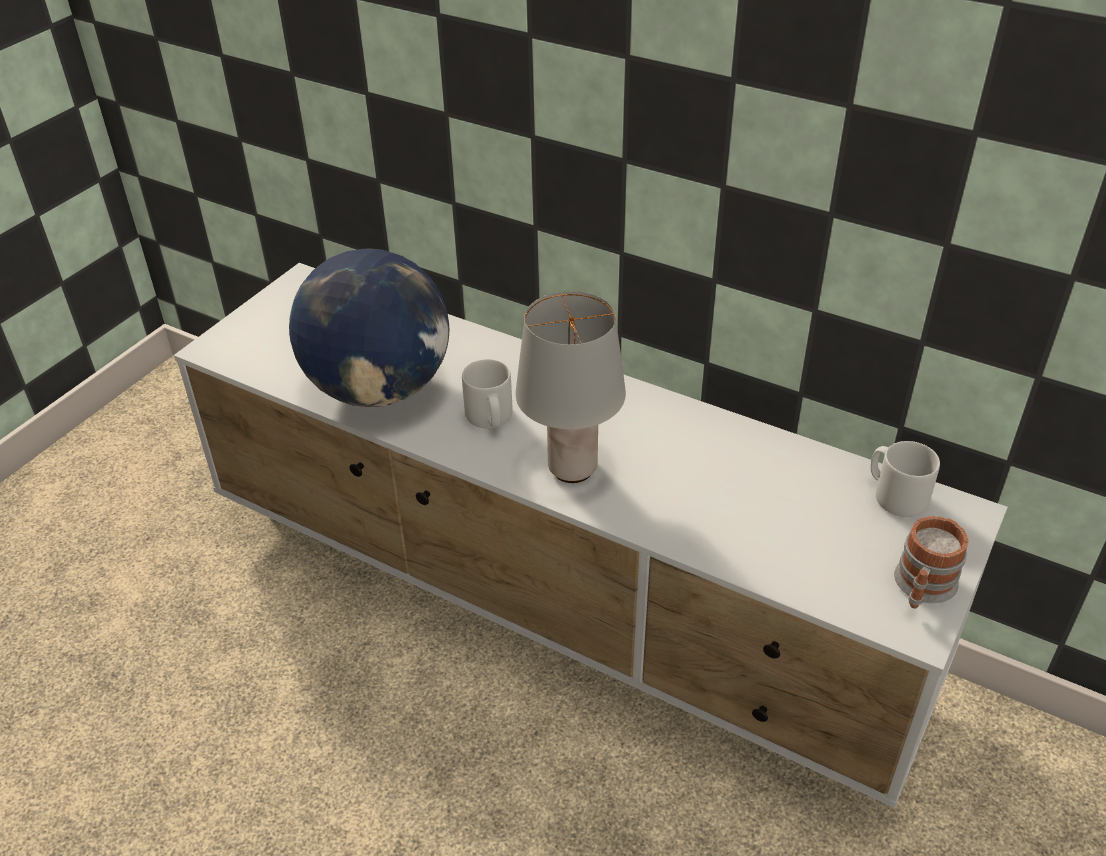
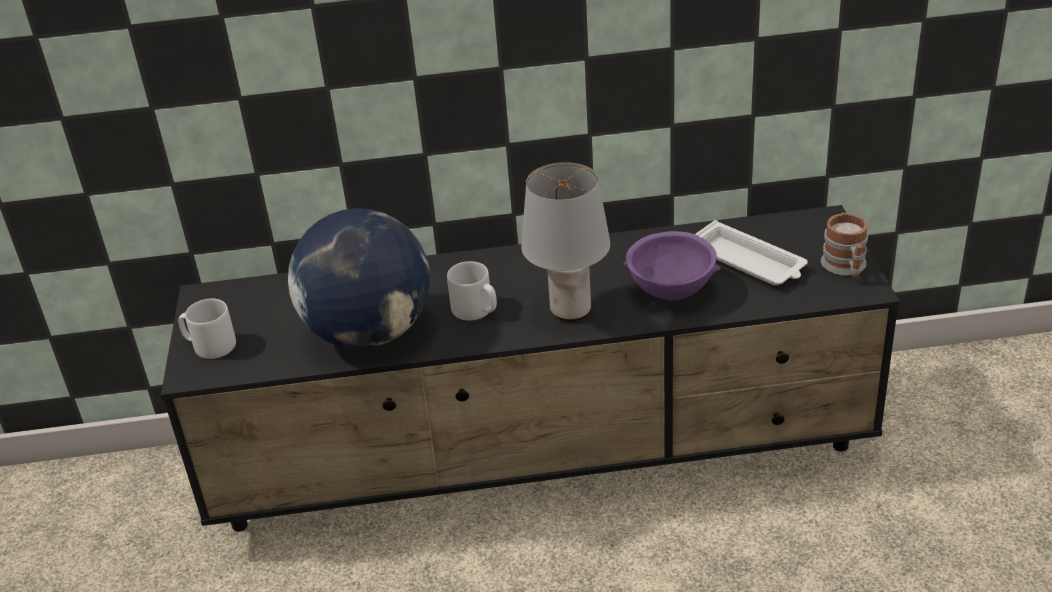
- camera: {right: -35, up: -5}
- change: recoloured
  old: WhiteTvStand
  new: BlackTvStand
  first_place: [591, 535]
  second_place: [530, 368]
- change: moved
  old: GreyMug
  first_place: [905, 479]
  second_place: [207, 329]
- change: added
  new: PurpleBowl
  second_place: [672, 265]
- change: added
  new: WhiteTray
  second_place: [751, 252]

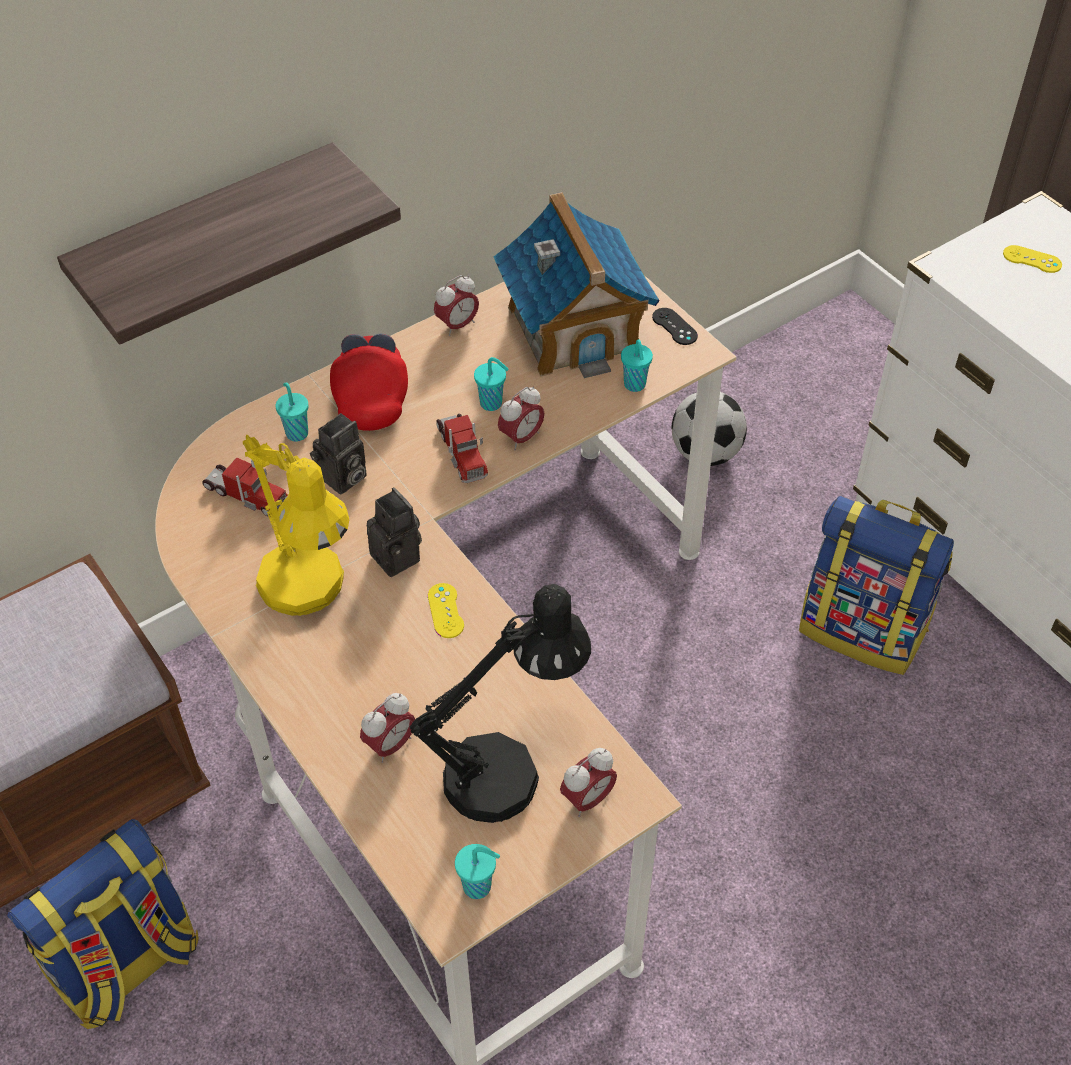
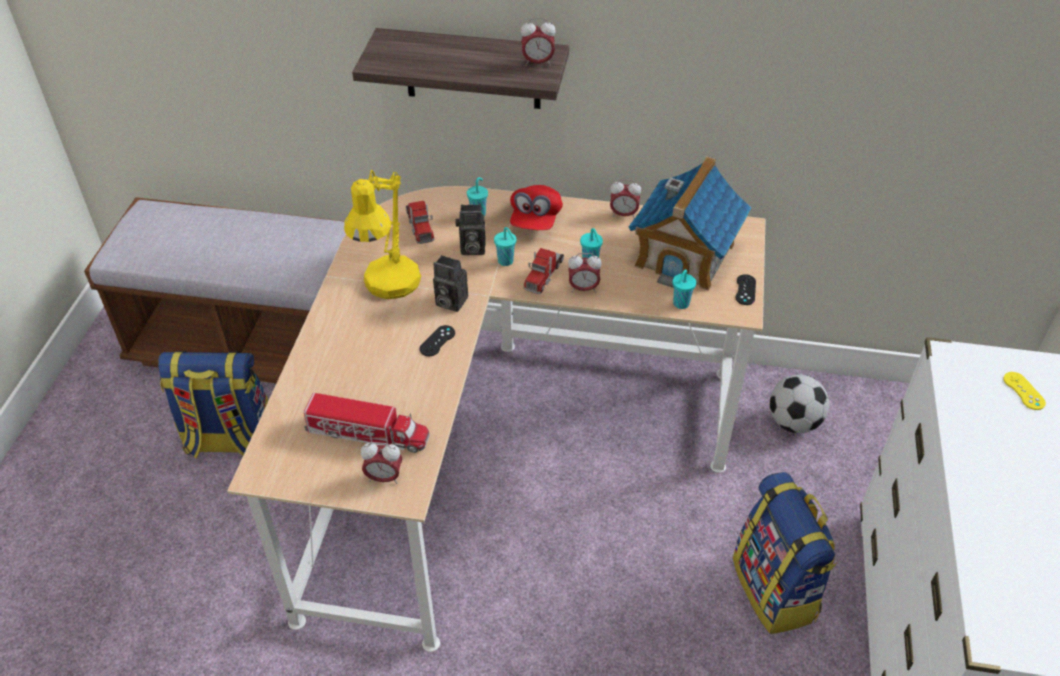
- camera: {right: 45, up: -5}
- change: turned
  old: RedCap
  first_place: [369, 382]
  second_place: [536, 207]
  degrees: 150
- change: moved
  old: AlarmClock
  first_place: [387, 728]
  second_place: [538, 42]
- change: turned
  old: PhotoCamera
  first_place: [394, 532]
  second_place: [450, 283]
  degrees: 105
- change: replaced
  old: BlackTableLamp
  new: ToyTruck
  first_place: [500, 703]
  second_place: [367, 423]
- change: recoloured
  old: YellowGameController
  new: BlackGameController
  first_place: [446, 610]
  second_place: [437, 340]
- change: moved
  old: TurquoiseCup
  first_place: [477, 871]
  second_place: [505, 246]

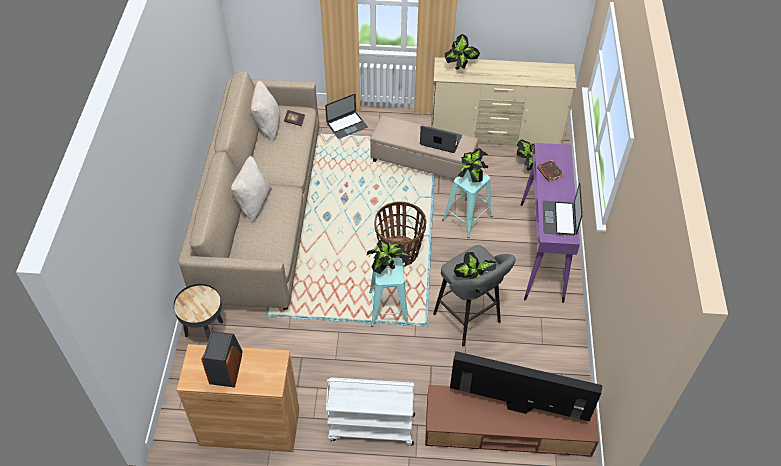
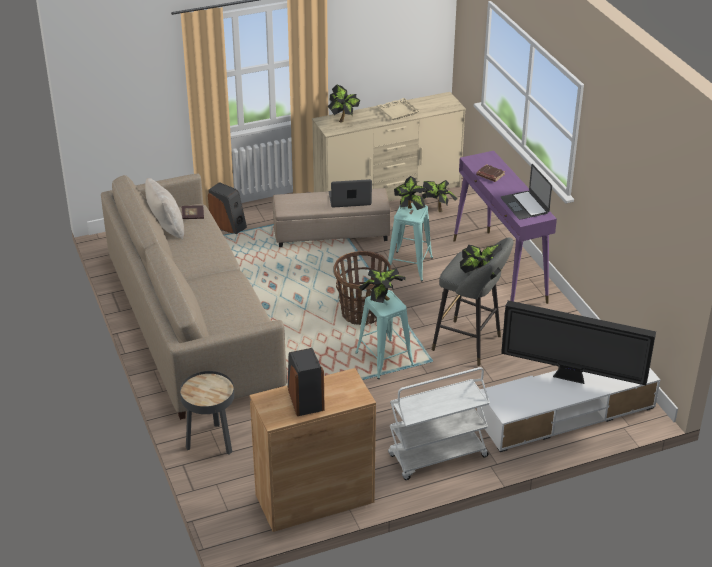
- camera: {right: -25, up: -15}
- change: removed
  old: BeigePillow
  first_place: [251, 189]
- change: replaced
  old: Laptop
  new: Speaker
  first_place: [346, 116]
  second_place: [227, 208]
- change: recoloured
  old: BrownTvStand
  new: WhiteTvStand
  first_place: [512, 421]
  second_place: [568, 410]
- change: turned
  old: Television
  first_place: [526, 386]
  second_place: [578, 343]
  degrees: -150
- change: added
  new: BeigeTray
  second_place: [398, 109]

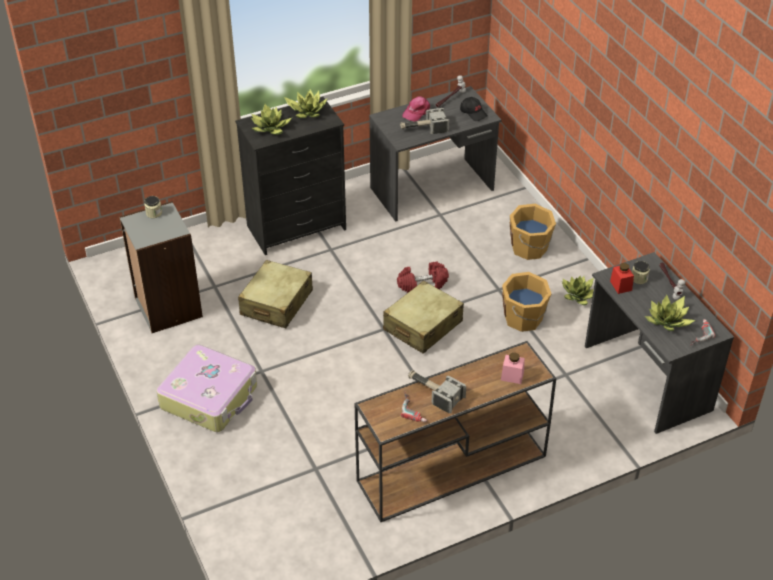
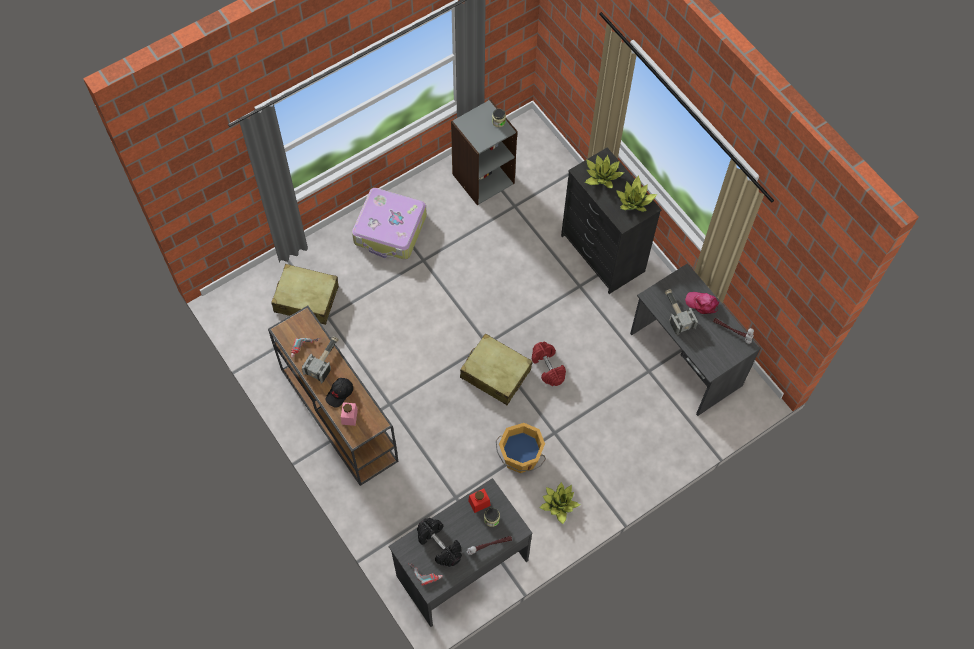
- camera: {right: 80, up: 20}
- change: moved
  old: BeigeSuitcase
  first_place: [275, 294]
  second_place: [305, 294]
- change: moved
  old: BlackCap
  first_place: [474, 109]
  second_place: [339, 392]
- change: removed
  old: OrangeBucket
  first_place: [533, 232]
- change: replaced
  old: PottedPlant
  new: BlackDumbbell
  first_place: [670, 313]
  second_place: [439, 542]

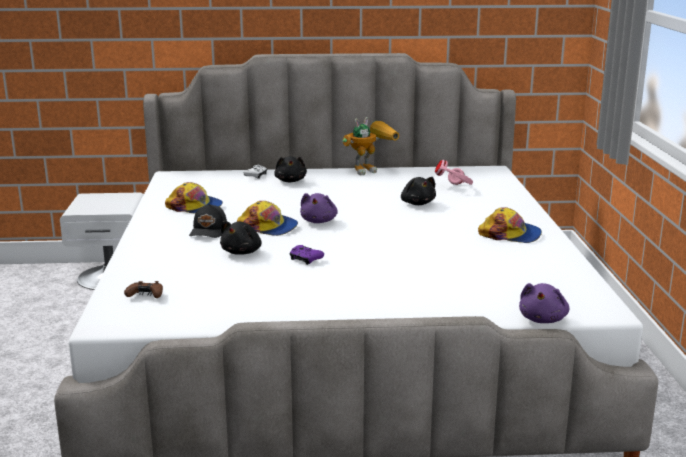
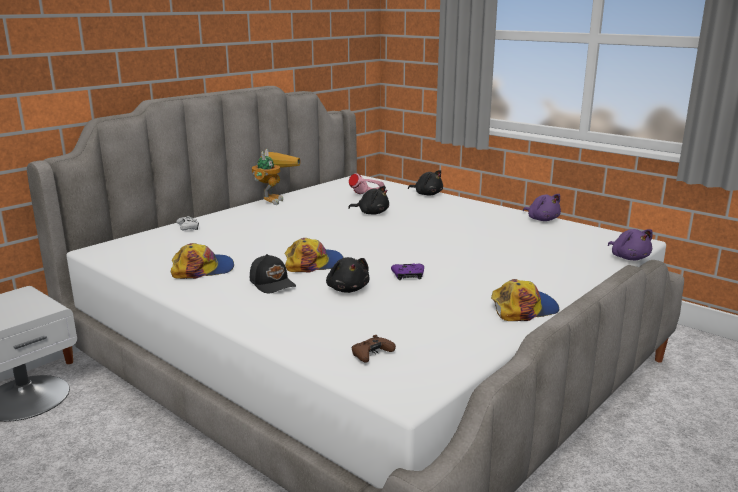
- camera: {right: -45, up: 0}
- change: moved
  old: BlackPlushToy
  first_place: [290, 169]
  second_place: [425, 183]
- change: moved
  old: PurplePlushToy
  first_place: [319, 208]
  second_place: [542, 207]
- change: moved
  old: Cap
  first_place: [510, 225]
  second_place: [525, 300]

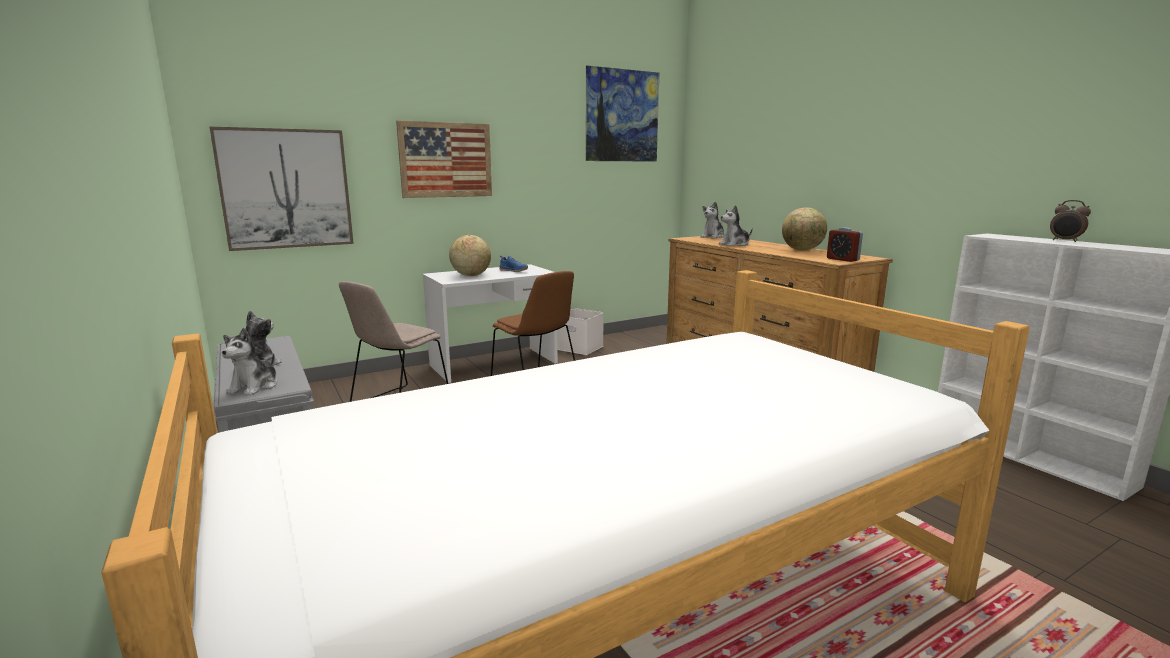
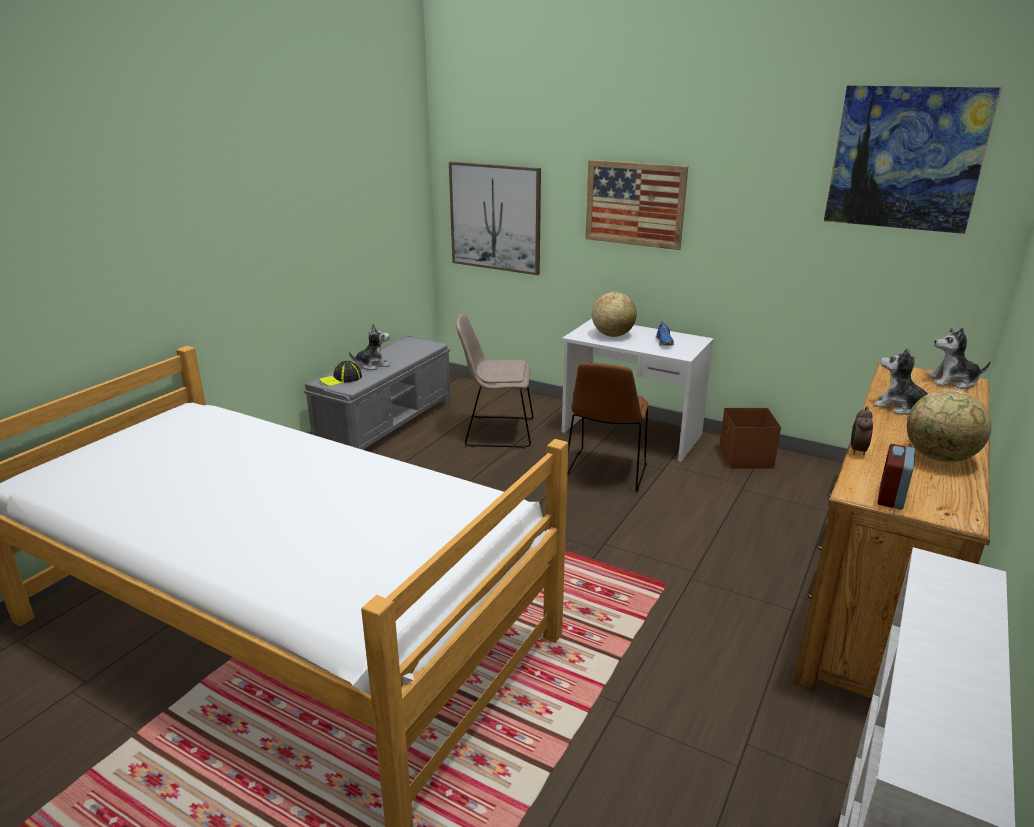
- camera: {right: 60, up: 10}
- change: replaced
  old: PlushToy
  new: Cap
  first_place: [250, 362]
  second_place: [340, 373]
- change: recoloured
  old: WhiteStorageBox
  new: BrownStorageBox
  first_place: [580, 331]
  second_place: [750, 438]
- change: moved
  old: AlarmClock
  first_place: [1070, 221]
  second_place: [862, 430]

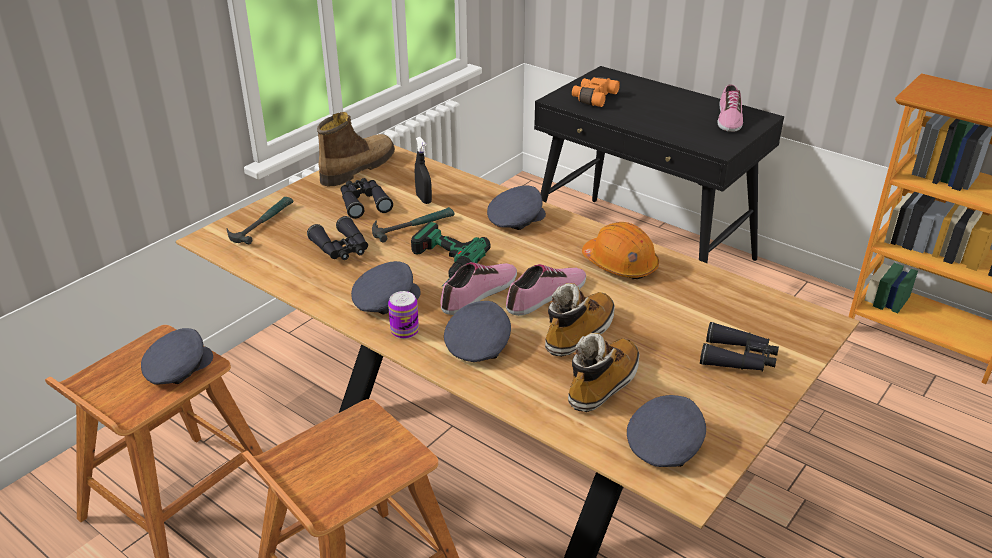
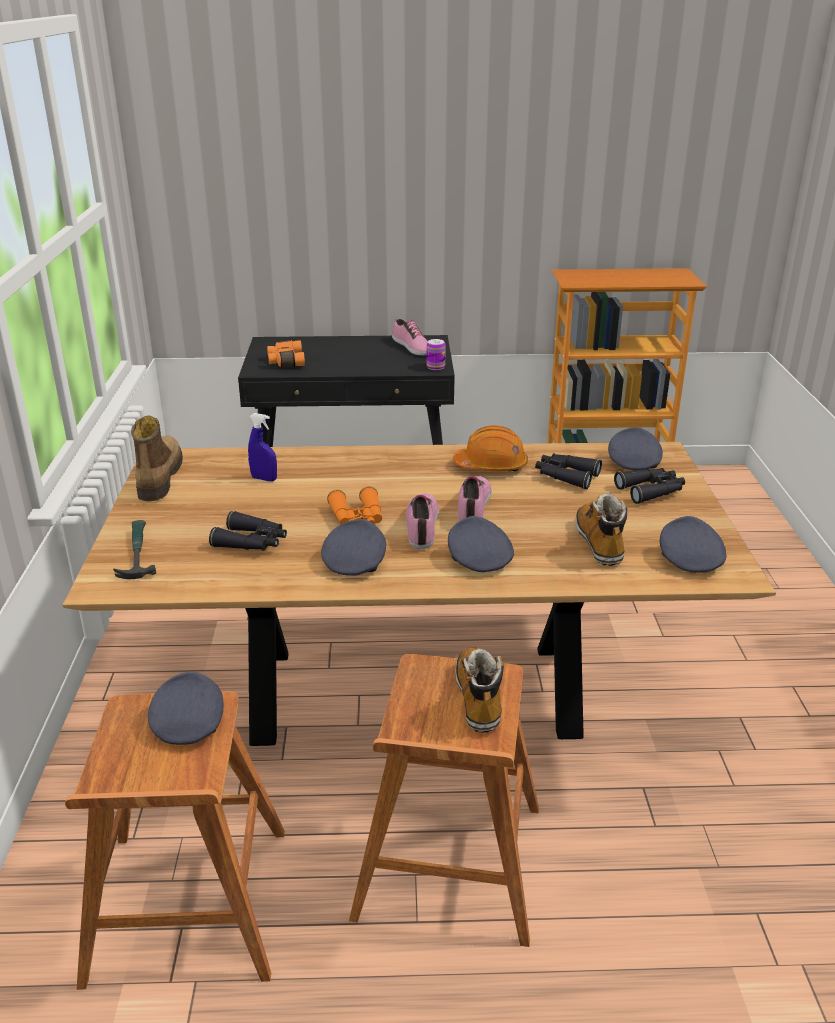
- camera: {right: -40, up: -5}
- change: moved
  old: BlackBinoculars
  first_place: [367, 198]
  second_place: [568, 471]
- change: removed
  old: Hammer
  first_place: [413, 225]
- change: moved
  old: Can
  first_place: [403, 315]
  second_place: [436, 354]
- change: replaced
  old: PowerDrill
  new: OrangeBinoculars
  first_place: [451, 254]
  second_place: [354, 505]
- change: recoloured
  old: BlackSprayBottle
  new: BlueSprayBottle
  first_place: [423, 170]
  second_place: [262, 447]
- change: moved
  old: GreyCap
  first_place: [516, 208]
  second_place: [635, 448]
- change: moved
  old: Boot
  first_place: [580, 320]
  second_place: [480, 690]

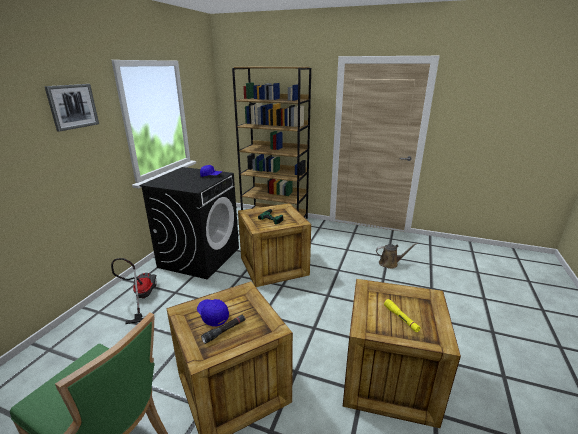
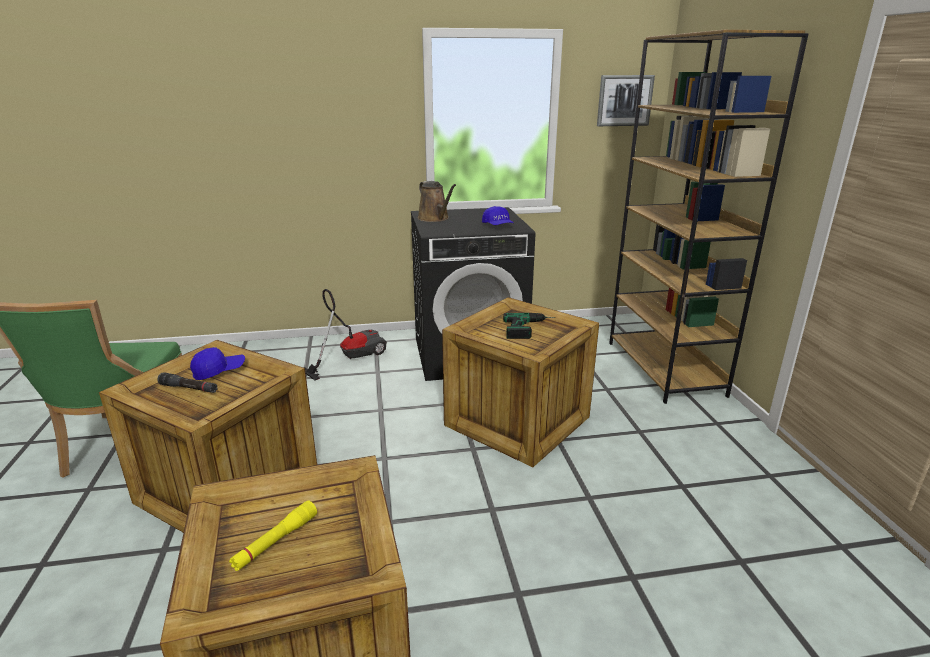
- camera: {right: 60, up: 0}
- change: moved
  old: Picture
  first_place: [71, 108]
  second_place: [626, 100]
- change: turned
  old: BlueCap
  first_place: [213, 313]
  second_place: [217, 363]
  degrees: 45
- change: moved
  old: BrownWateringCan
  first_place: [397, 256]
  second_place: [437, 201]

